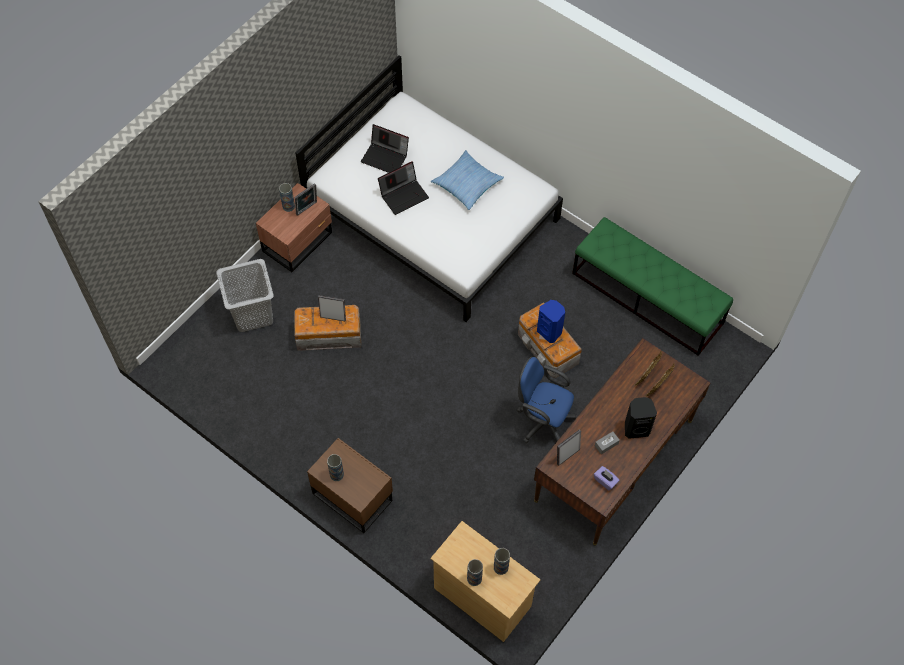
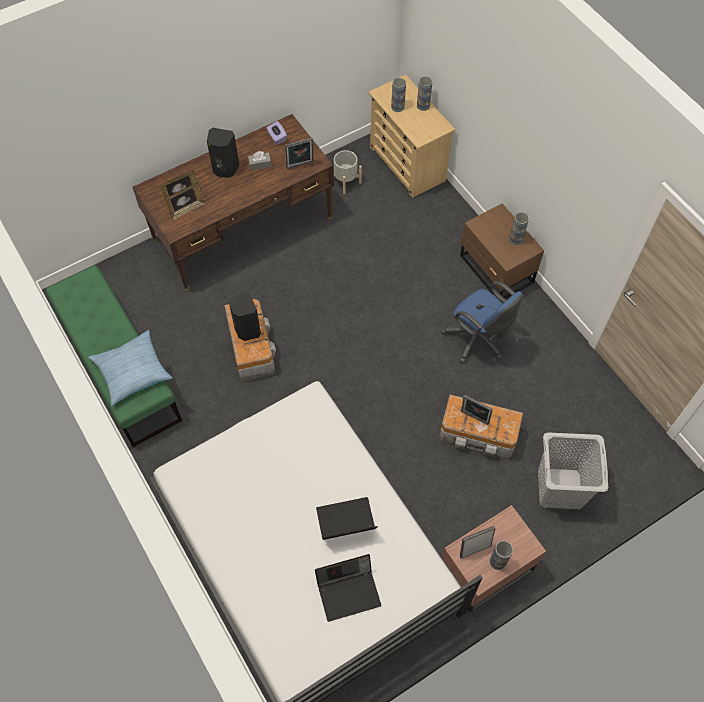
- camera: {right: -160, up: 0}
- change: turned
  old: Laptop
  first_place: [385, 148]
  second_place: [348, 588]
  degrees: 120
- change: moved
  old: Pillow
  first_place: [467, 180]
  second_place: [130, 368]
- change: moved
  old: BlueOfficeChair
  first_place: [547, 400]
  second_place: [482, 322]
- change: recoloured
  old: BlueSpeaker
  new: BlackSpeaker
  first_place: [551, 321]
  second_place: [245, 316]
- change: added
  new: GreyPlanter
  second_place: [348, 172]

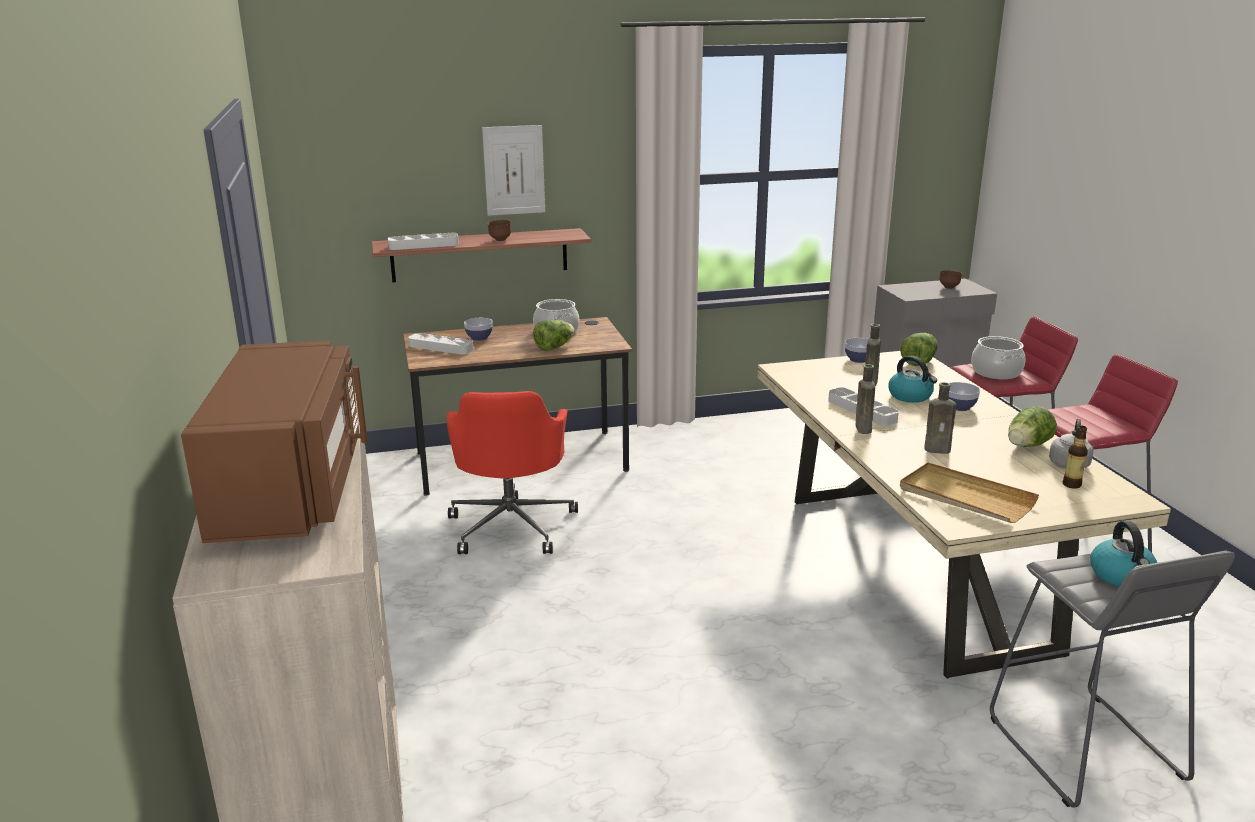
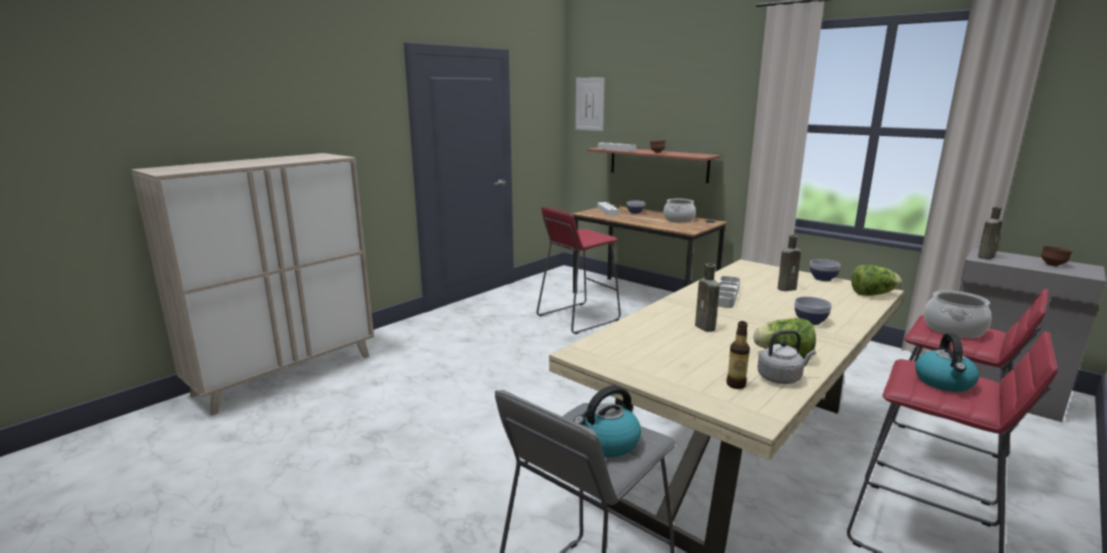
- camera: {right: 55, up: -5}
- change: removed
  old: BrownMicrowave
  first_place: [274, 442]
- change: replaced
  old: RedOfficeChair
  new: RedStool
  first_place: [512, 472]
  second_place: [579, 270]
- change: moved
  old: Picture
  first_place: [513, 170]
  second_place: [589, 104]
- change: removed
  old: Lettuce
  first_place: [554, 335]
- change: moved
  old: BrownBottle
  first_place: [865, 399]
  second_place: [990, 233]
- change: moved
  old: Kettle
  first_place: [912, 379]
  second_place: [947, 362]
- change: removed
  old: BeigeTray
  first_place: [969, 493]

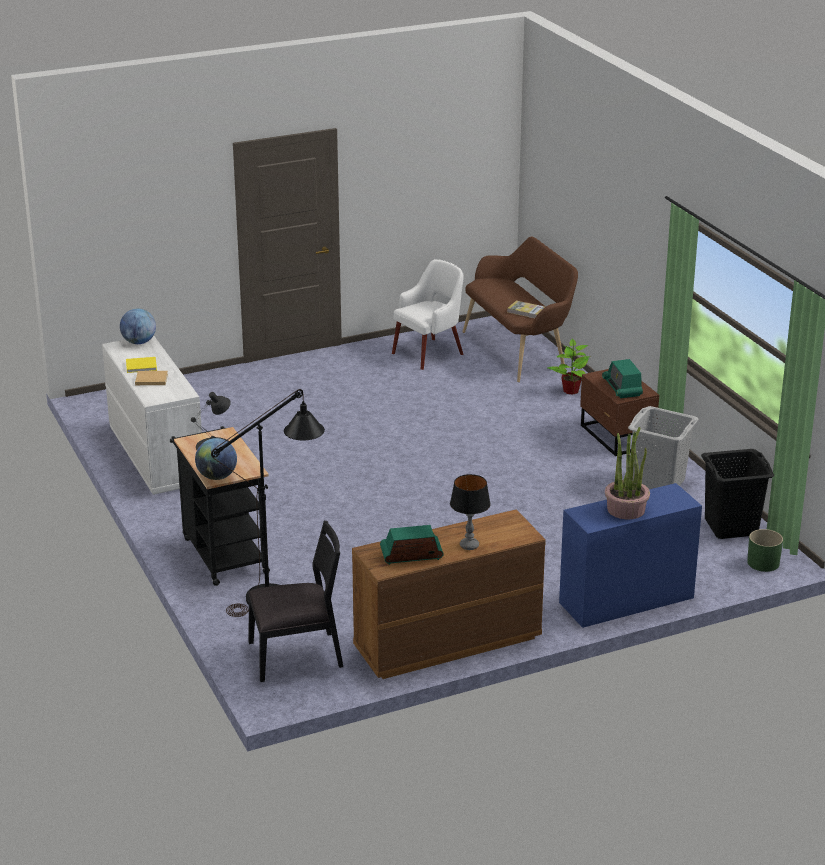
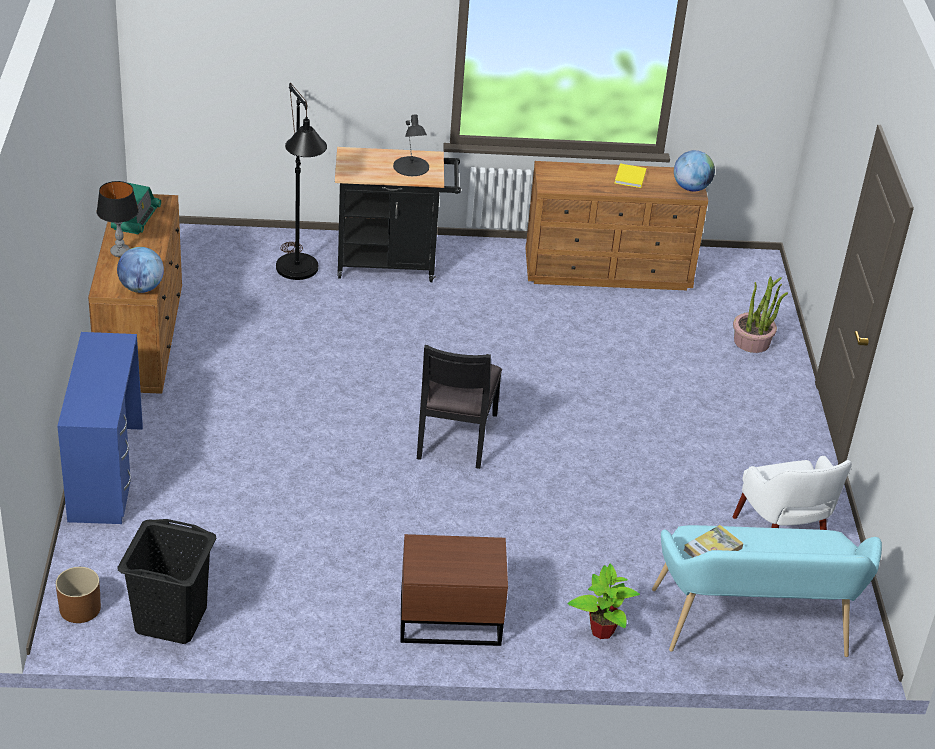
- camera: {right: 110, up: 10}
- change: recoloured
  old: WhiteDresser
  new: BrownDresser
  first_place: [152, 415]
  second_place: [616, 225]
- change: removed
  old: BeigeBook
  first_place: [151, 378]
- change: moved
  old: Globe
  first_place: [216, 459]
  second_place: [140, 270]
- change: moved
  old: BlackChair
  first_place: [295, 601]
  second_place: [459, 407]
- change: recoloured
  old: BrownBench
  new: TurquoiseBench
  first_place: [520, 309]
  second_place: [767, 591]
- change: removed
  old: Radio
  first_place: [622, 378]
- change: moved
  old: PottedPlant
  first_place: [627, 473]
  second_place: [760, 314]
- change: removed
  old: GreyLaundryBasket
  first_place: [663, 447]
- change: recoloured
  old: GreenPlanter
  new: BrownPlanter
  first_place: [765, 550]
  second_place: [78, 595]

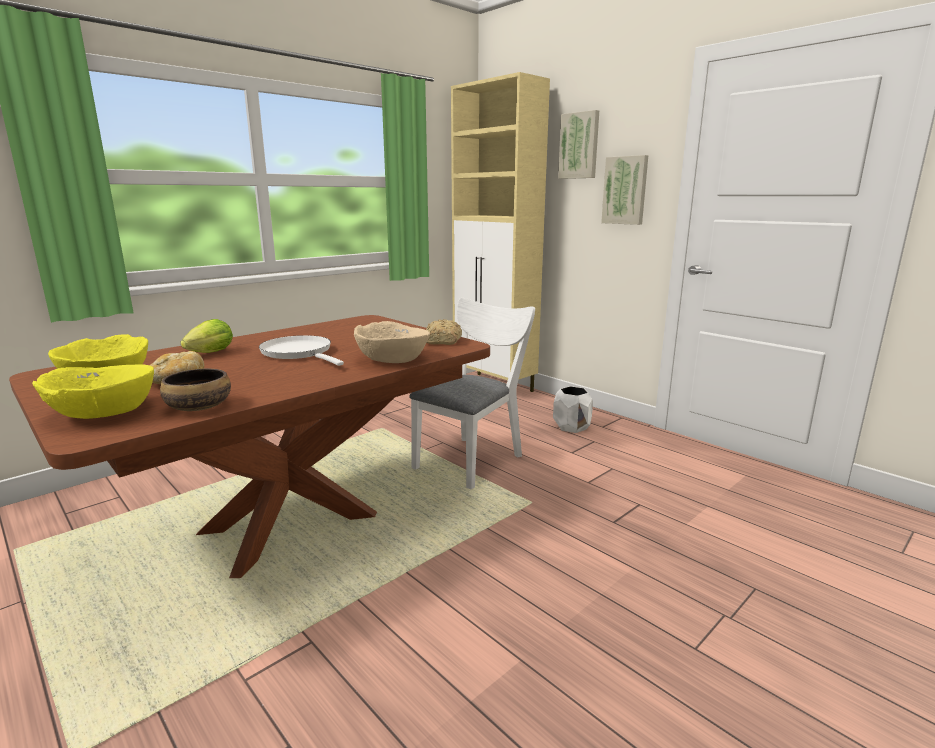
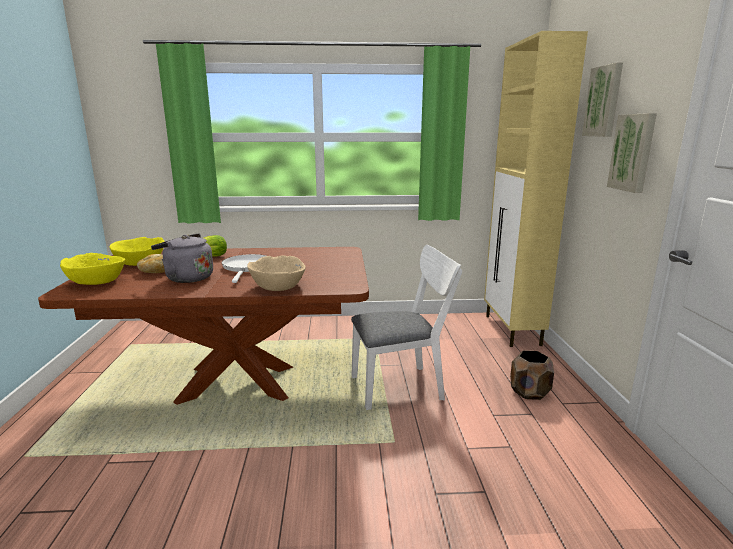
- camera: {right: 40, up: 0}
- change: removed
  old: Bowl
  first_place: [195, 389]
- change: removed
  old: Bread
  first_place: [444, 332]
- change: recoloured
  old: WhitePlanter
  new: BrownPlanter
  first_place: [573, 409]
  second_place: [532, 375]
- change: added
  new: GreyKettle
  second_place: [182, 258]

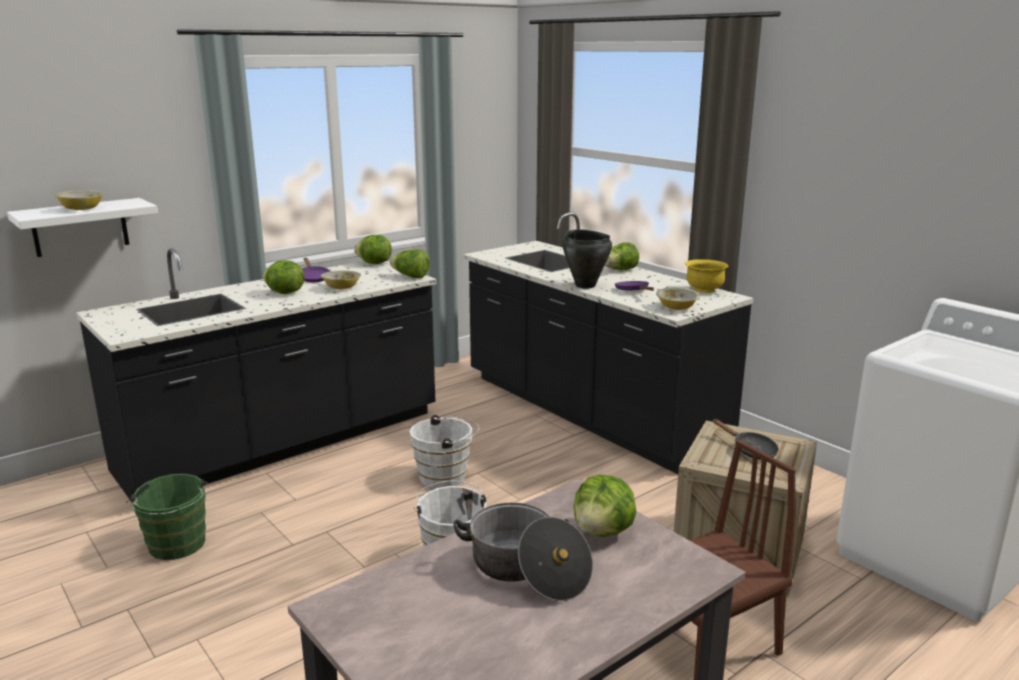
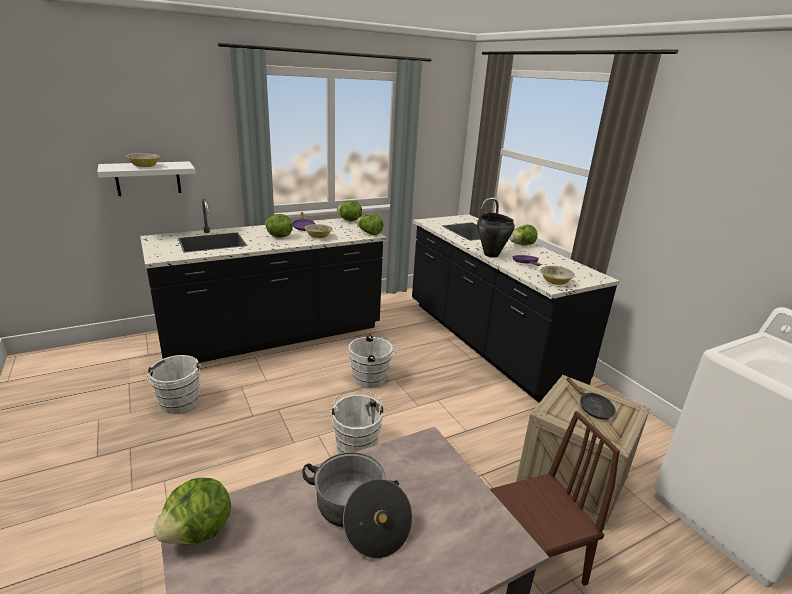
- camera: {right: 10, up: 5}
- change: recoloured
  old: GreenBucket
  new: WhiteBucket
  first_place: [167, 517]
  second_place: [173, 384]
- change: moved
  old: Lettuce
  first_place: [605, 506]
  second_place: [192, 511]
- change: removed
  old: YellowBowl
  first_place: [706, 276]

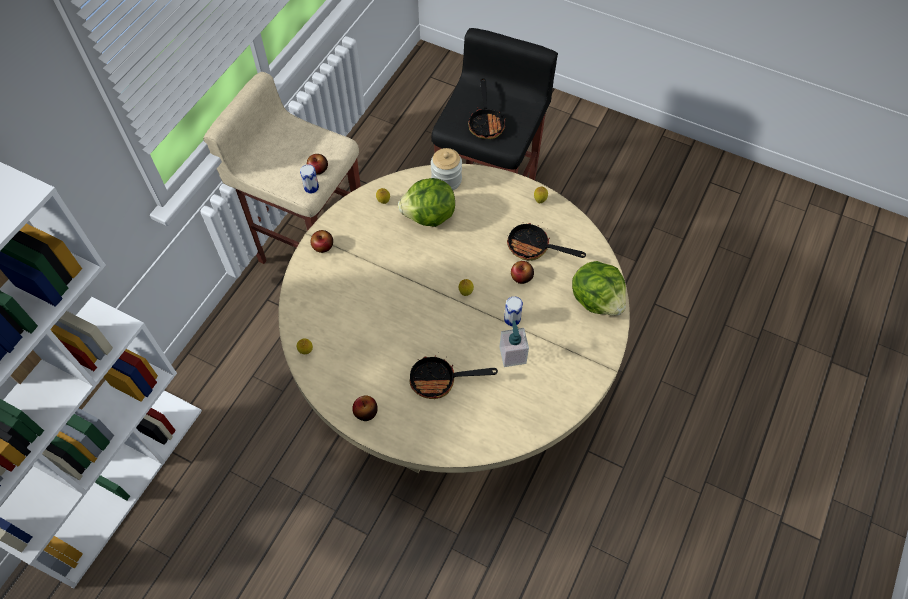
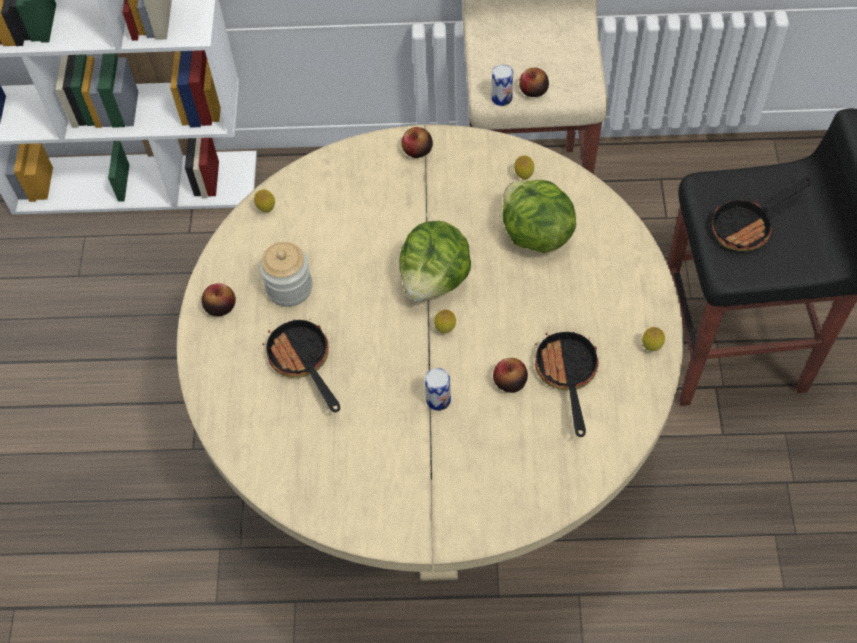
- camera: {right: 65, up: 0}
- change: moved
  old: Jar
  first_place: [446, 169]
  second_place: [286, 274]
- change: removed
  old: SoapDispenser
  first_place: [514, 344]
- change: moved
  old: Lettuce
  first_place: [599, 288]
  second_place: [435, 261]

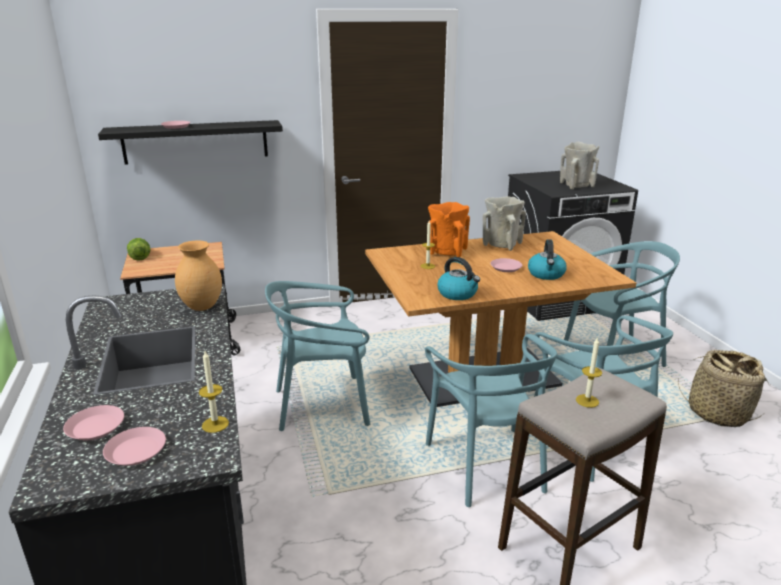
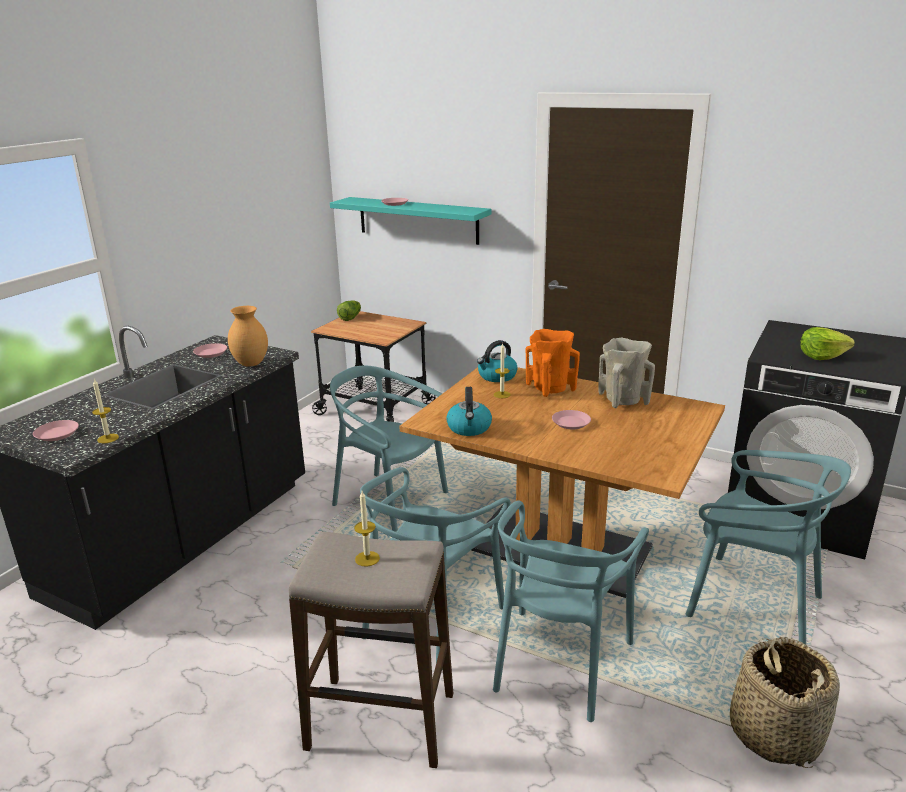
- camera: {right: 45, up: 0}
- change: moved
  old: PinkPlate
  first_place: [93, 422]
  second_place: [210, 350]
- change: recoloured
  old: BlackShelf
  new: TurquoiseShelf
  first_place: [190, 142]
  second_place: [410, 221]
- change: moved
  old: Kettle
  first_place: [547, 259]
  second_place: [497, 361]
- change: replaced
  old: BeigeVase
  new: Lettuce
  first_place: [579, 166]
  second_place: [827, 343]

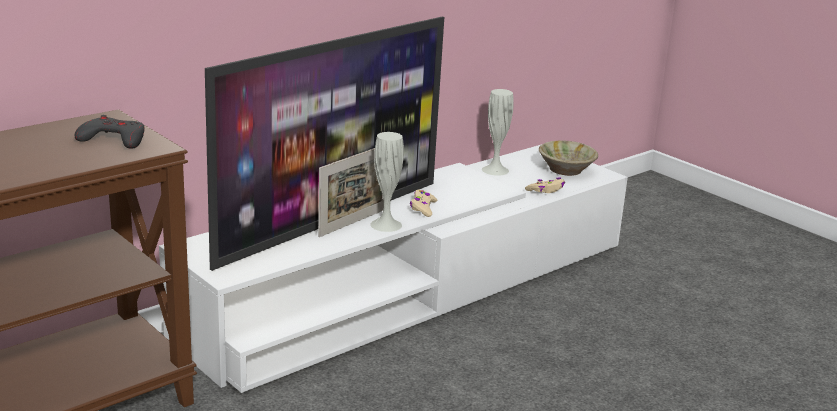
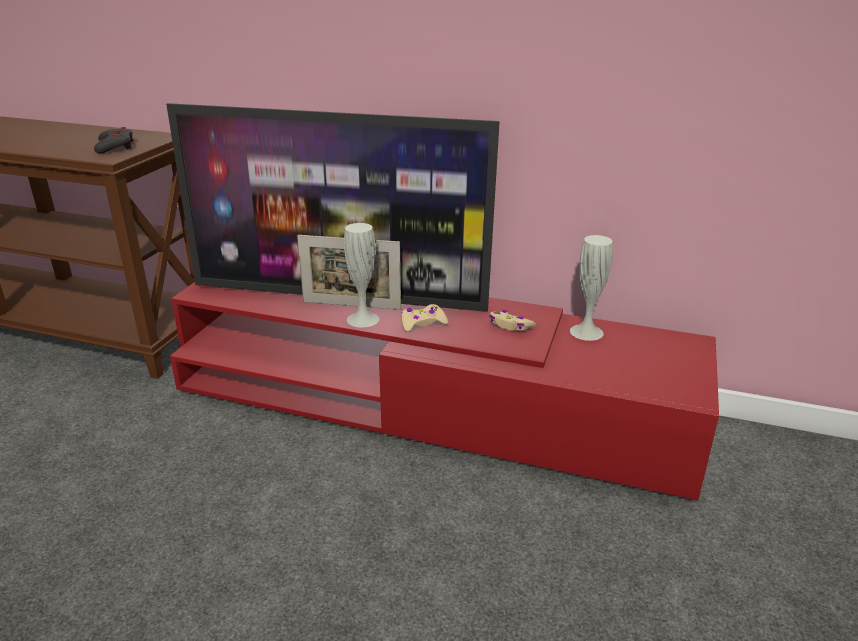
- camera: {right: 60, up: 5}
- change: recoloured
  old: WhiteTvStand
  new: RedTvStand
  first_place: [393, 268]
  second_place: [444, 391]
- change: moved
  old: BeigeGameController
  first_place: [545, 185]
  second_place: [512, 320]
- change: removed
  old: BeigeBowl
  first_place: [568, 158]

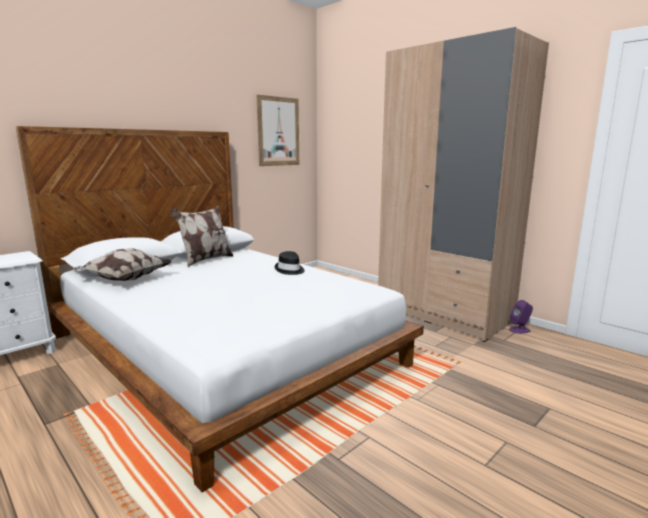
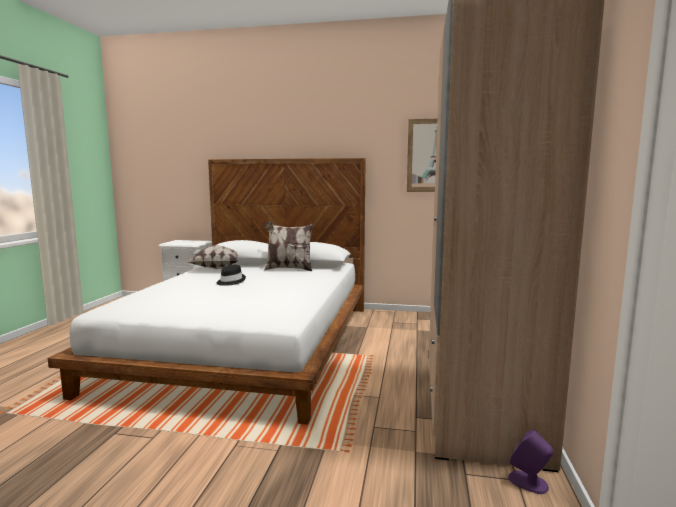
- camera: {right: 55, up: -5}
- change: moved
  old: BlackHat
  first_place: [290, 263]
  second_place: [231, 275]

